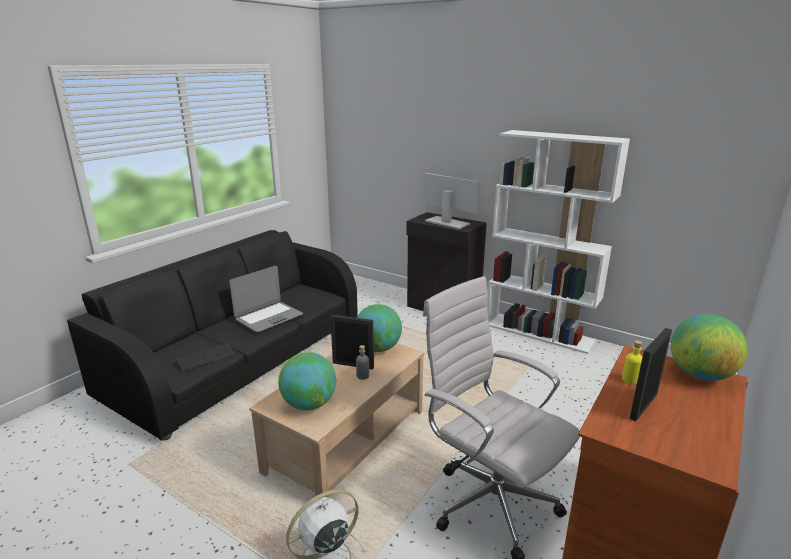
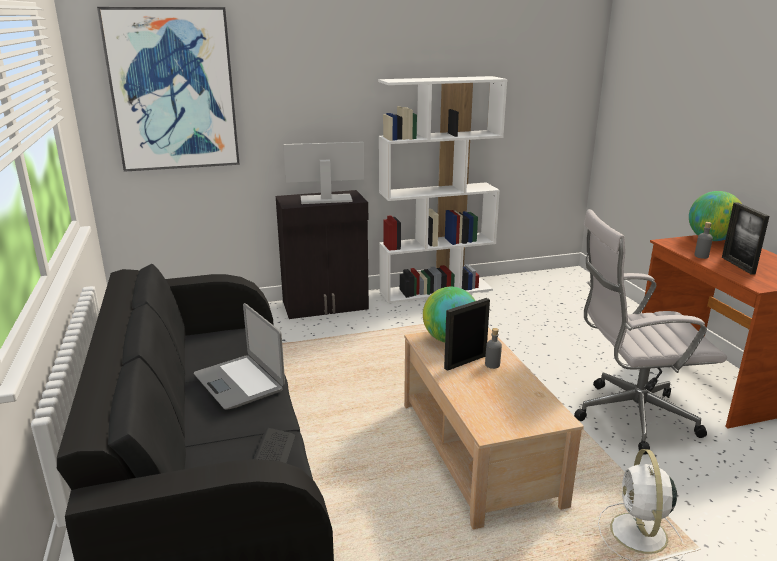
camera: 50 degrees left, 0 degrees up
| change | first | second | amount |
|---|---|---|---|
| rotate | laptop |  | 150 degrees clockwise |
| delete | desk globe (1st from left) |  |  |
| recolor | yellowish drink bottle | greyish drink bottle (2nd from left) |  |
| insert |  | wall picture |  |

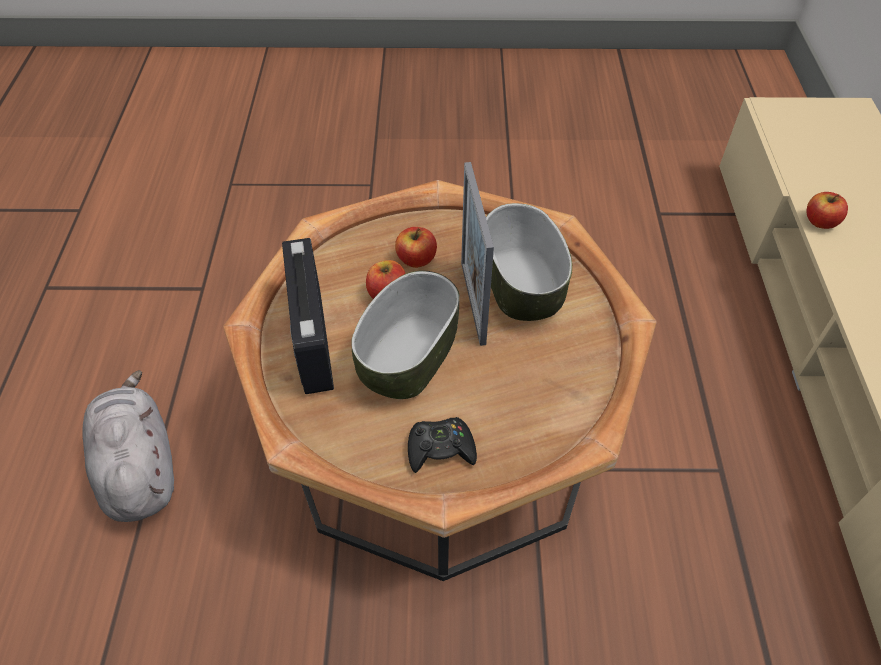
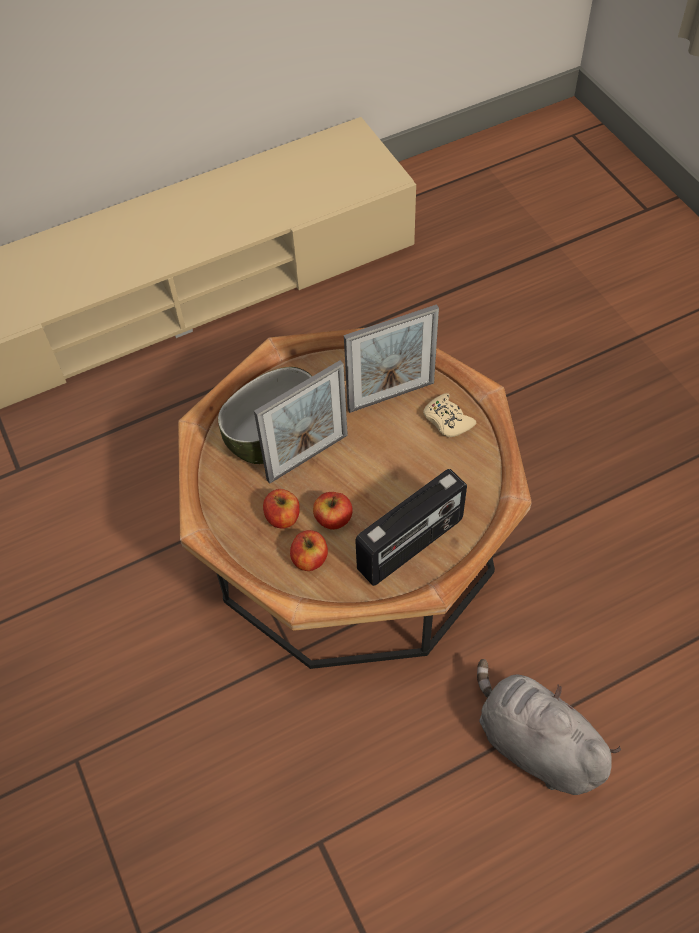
camera: 115 degrees left, 5 degrees up
| change | first | second | amount |
|---|---|---|---|
| rotate | greyish cuddly toy |  | 90 degrees clockwise |
| delete | serving bowl (1st from left) |  |  |
| recolor | black-coloured gamepad | beige-coloured gamepad |  |
| move | apple (3rd from left in the first image) | apple (2nd from left) |  |
| insert |  | standing frame (2nd from left) |  |

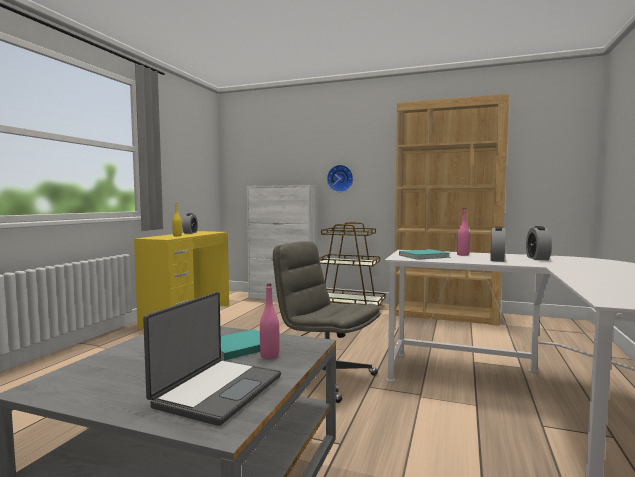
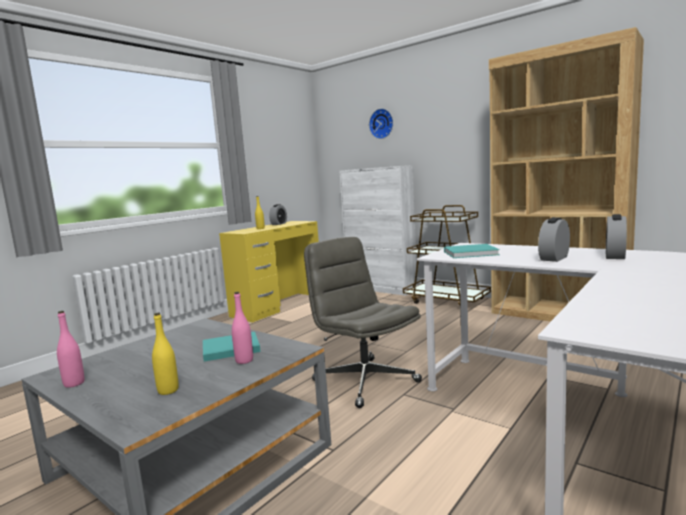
camera: 20 degrees right, 5 degrees up
| change | first | second | amount |
|---|---|---|---|
| replace | laptop | yellowish drink bottle (1st from left) |  |
| move | clock on the wall |  |  |
| move | pink drink bottle (2nd from left in the first image) | pink drink bottle (1st from left) |  |

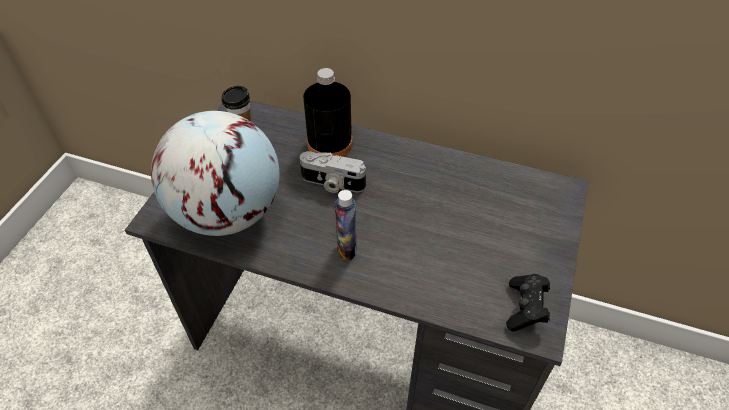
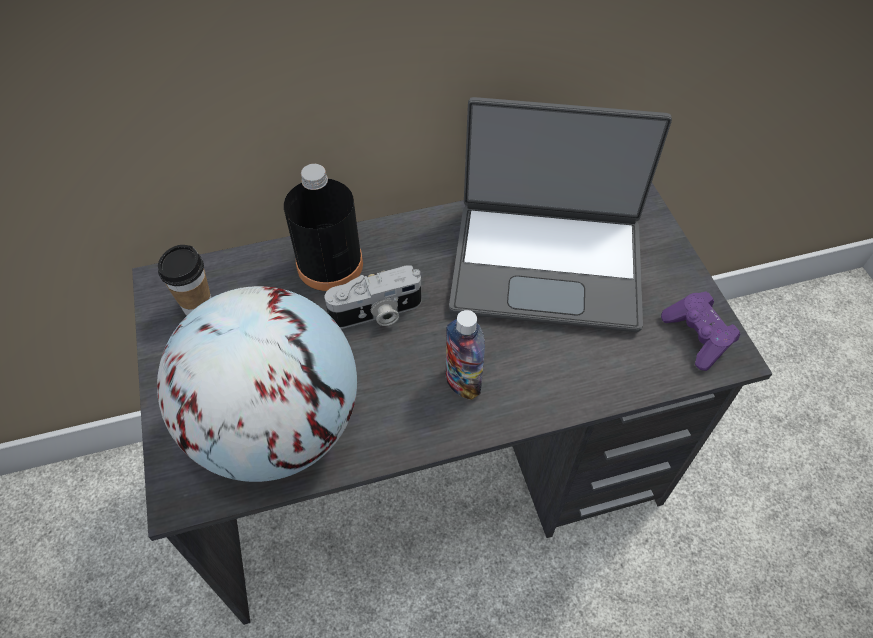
camera: 35 degrees left, 5 degrees up
| change | first | second | amount |
|---|---|---|---|
| recolor | black-coloured gamepad | purplish gamepad |  |
| insert |  | laptop |  |

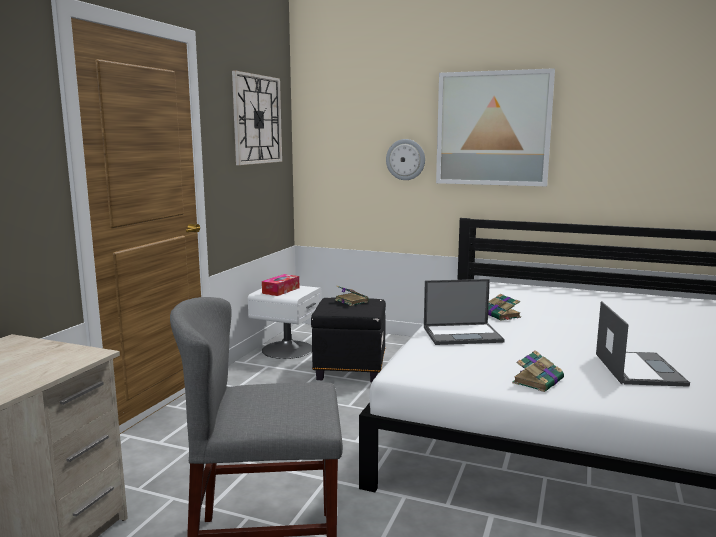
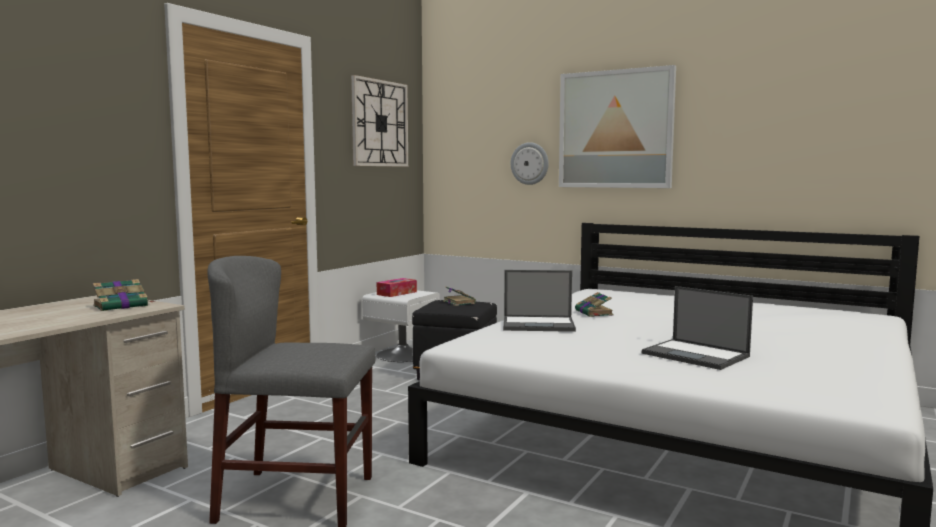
camera: 10 degrees right, 5 degrees down
| change | first | second | amount |
|---|---|---|---|
| move | bound book (3rd from left in the first image) | bound book (1st from left) |  |
| rotate | laptop (2nd from left) |  | 120 degrees clockwise |

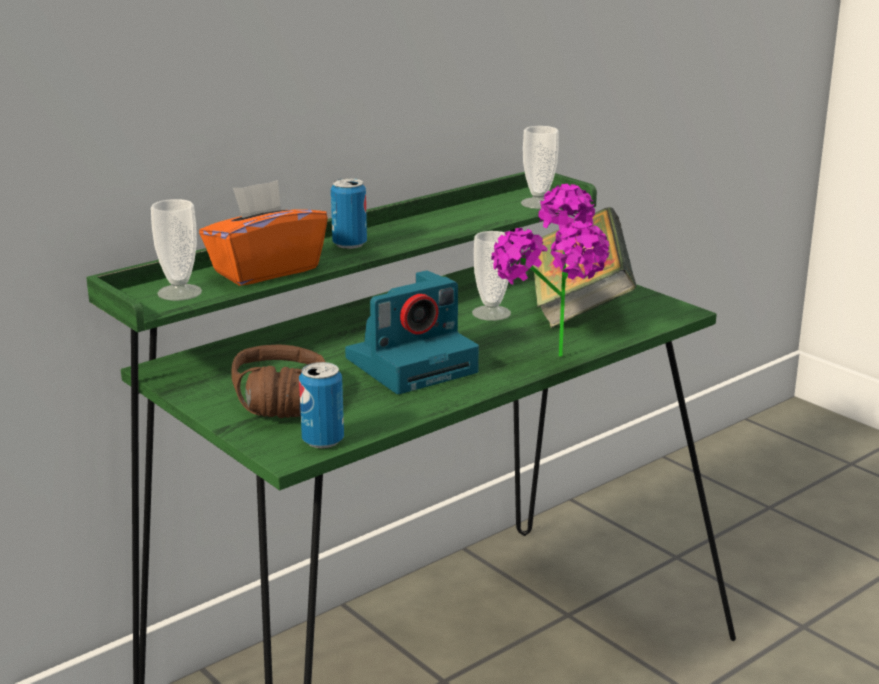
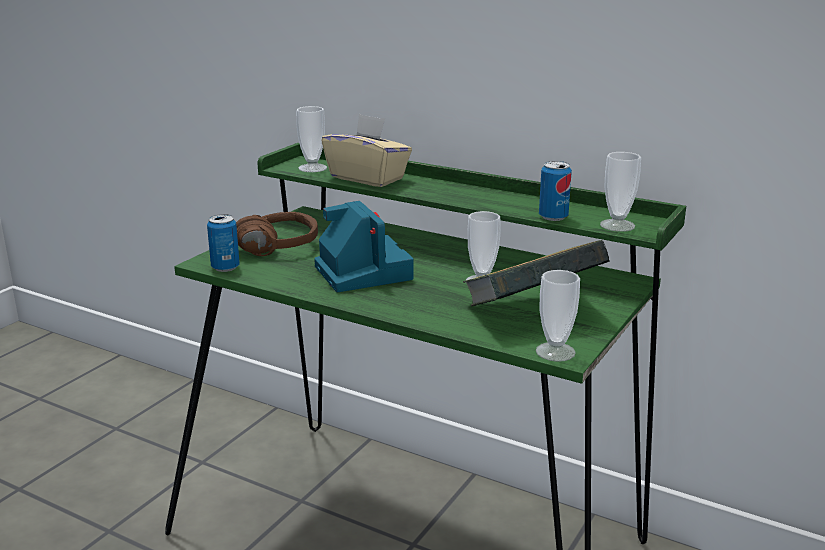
camera: 70 degrees right, 0 degrees up
| change | first | second | amount |
|---|---|---|---|
| recolor | orange tissue box | beige-coloured tissue box |  |
| move | metal can (2nd from left) |  |  |
| rotate | photo camera |  | 150 degrees counterclockwise |
| delete | plant in a pot |  |  |
| insert |  | small cup (3rd from left) |  |

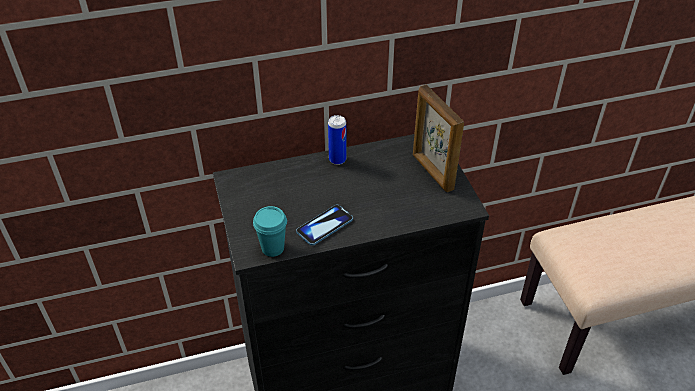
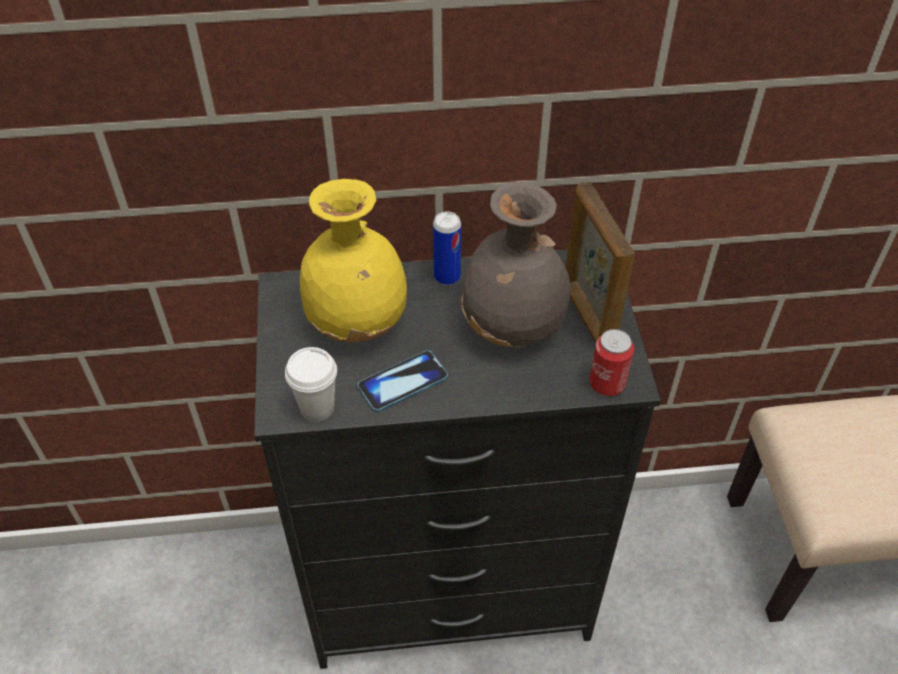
camera: 10 degrees right, 5 degrees up
| change | first | second | amount |
|---|---|---|---|
| recolor | blue-green small cup | white-coloured small cup |  |
| insert |  | yellowish vase |  |
| insert |  | greyish vase |  |
| insert |  | metal can (2nd from left) |  |

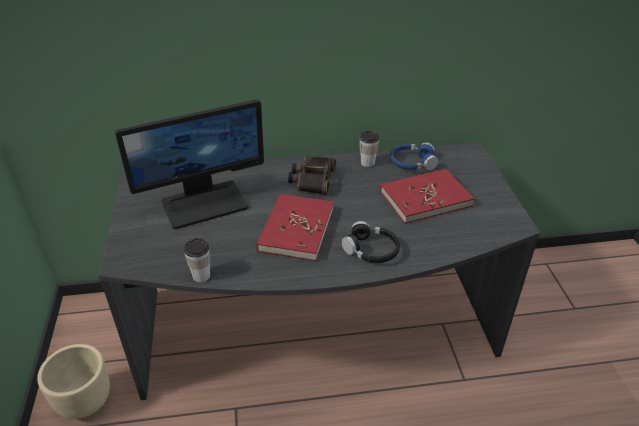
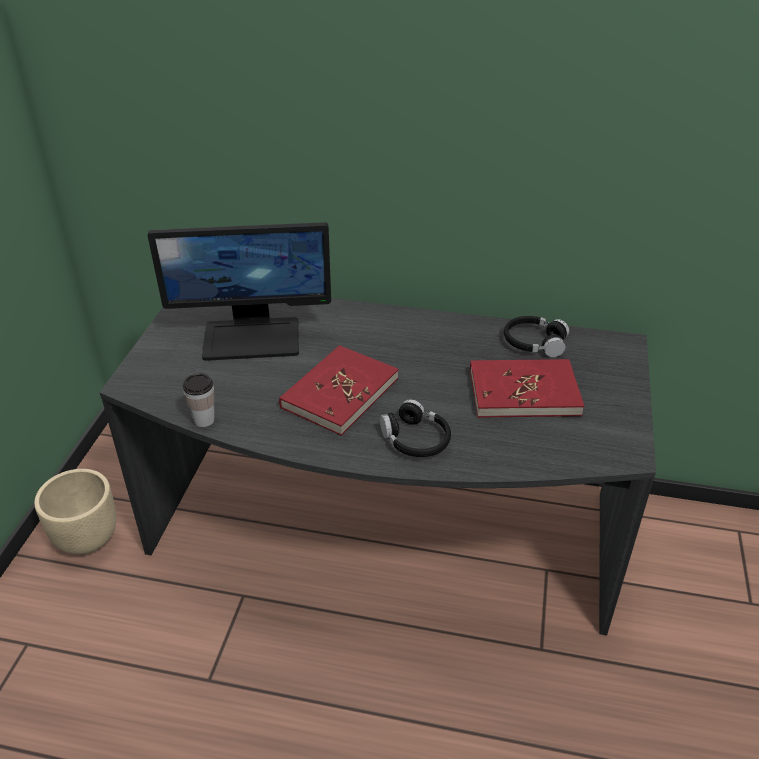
camera: 20 degrees right, 0 degrees up
| change | first | second | amount |
|---|---|---|---|
| delete | binoculars |  |  |
| delete | small cup (2nd from left) |  |  |
| recolor | blue headphones | black-coloured headphones (2nd from left) |  |

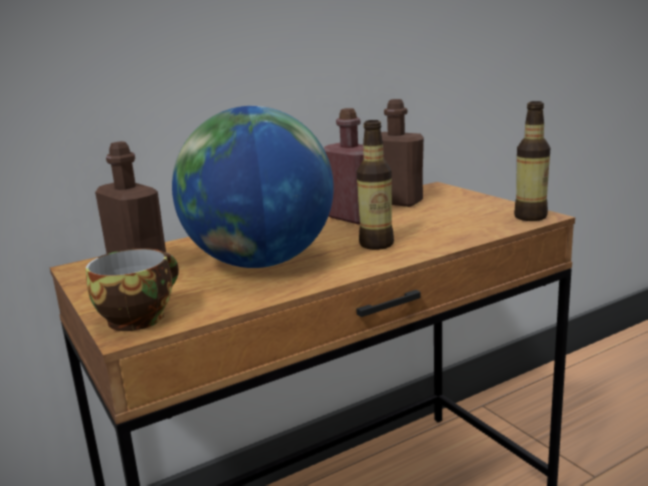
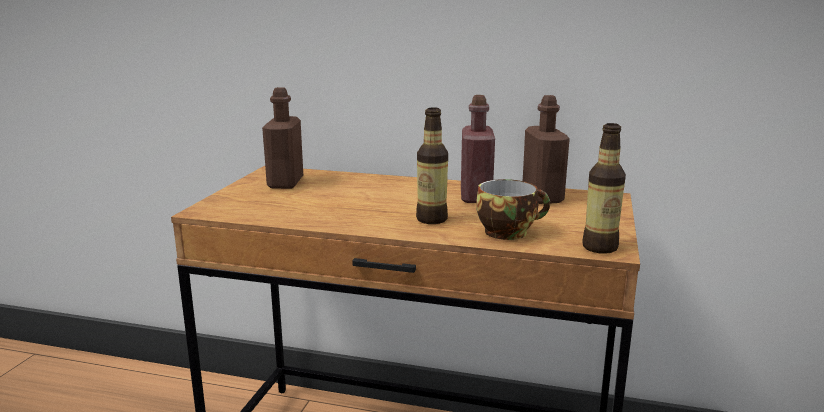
camera: 45 degrees right, 0 degrees up
| change | first | second | amount |
|---|---|---|---|
| move | small cup |  |  |
| delete | desk globe |  |  |

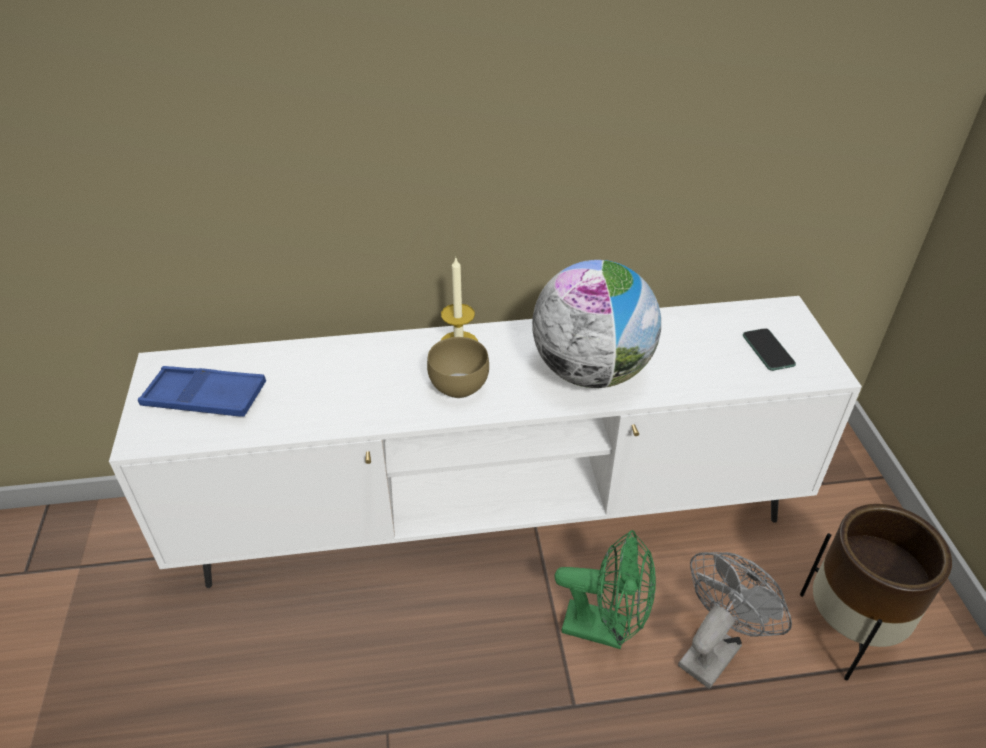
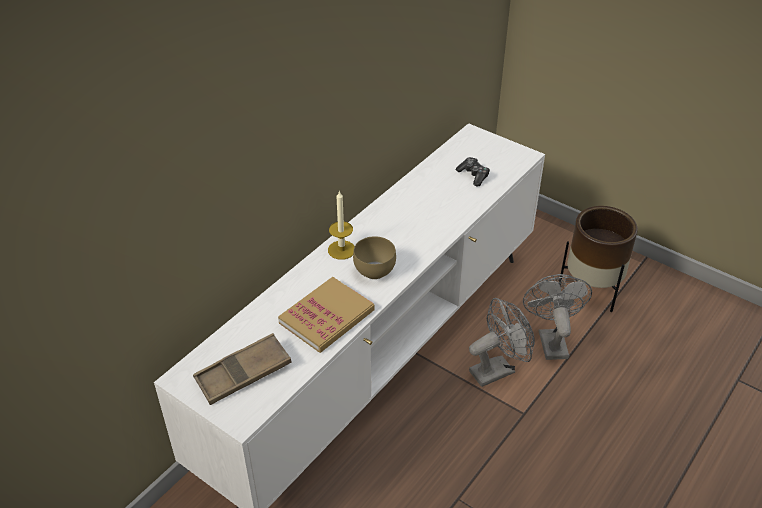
camera: 45 degrees left, 0 degrees up
| change | first | second | amount |
|---|---|---|---|
| recolor | blue tray | brownish tray |  |
| delete | desk globe |  |  |
| recolor | green electric fan | greyish electric fan (1st from left) |  |
| delete | handset |  |  |
| insert |  | bound book |  |
| insert |  | gamepad |  |

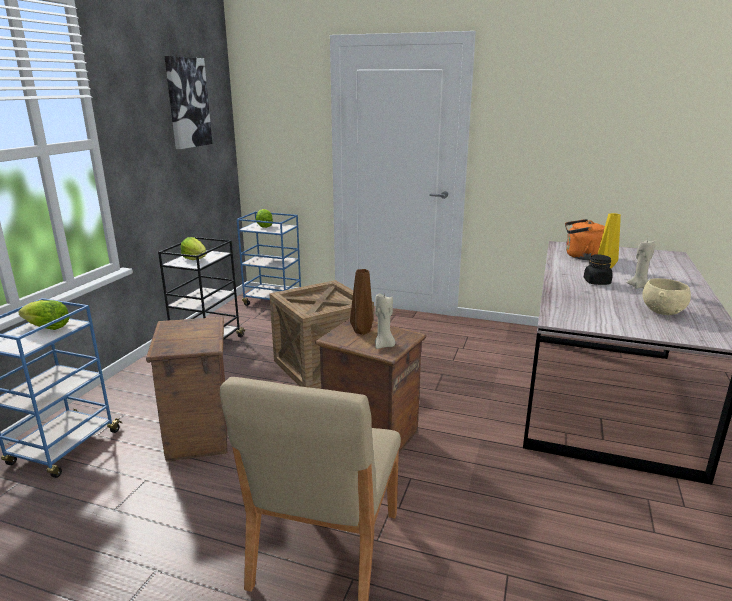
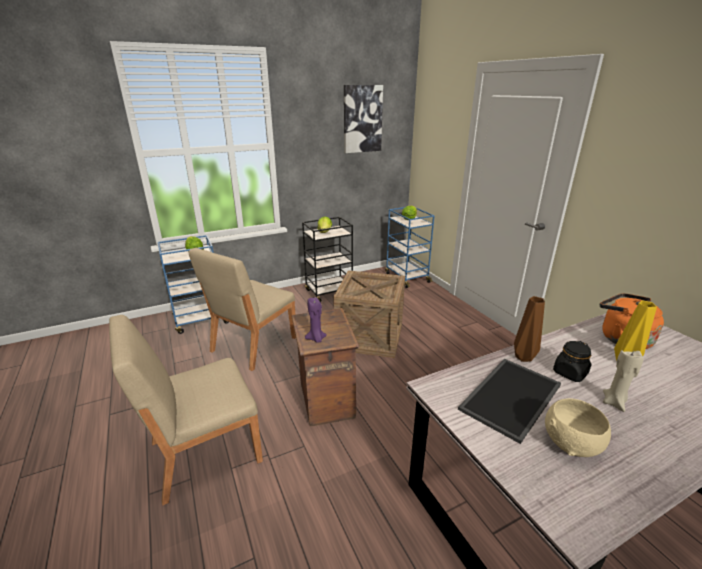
camera: 45 degrees right, 5 degrees up
| change | first | second | amount |
|---|---|---|---|
| replace | crate (1st from left) | beige-coloured plain chair (2nd from left) |  |
| move | brownish vase |  |  |
| recolor | beige-coloured wax candle (1st from left) | purplish wax candle |  |
| insert |  | tray |  |

